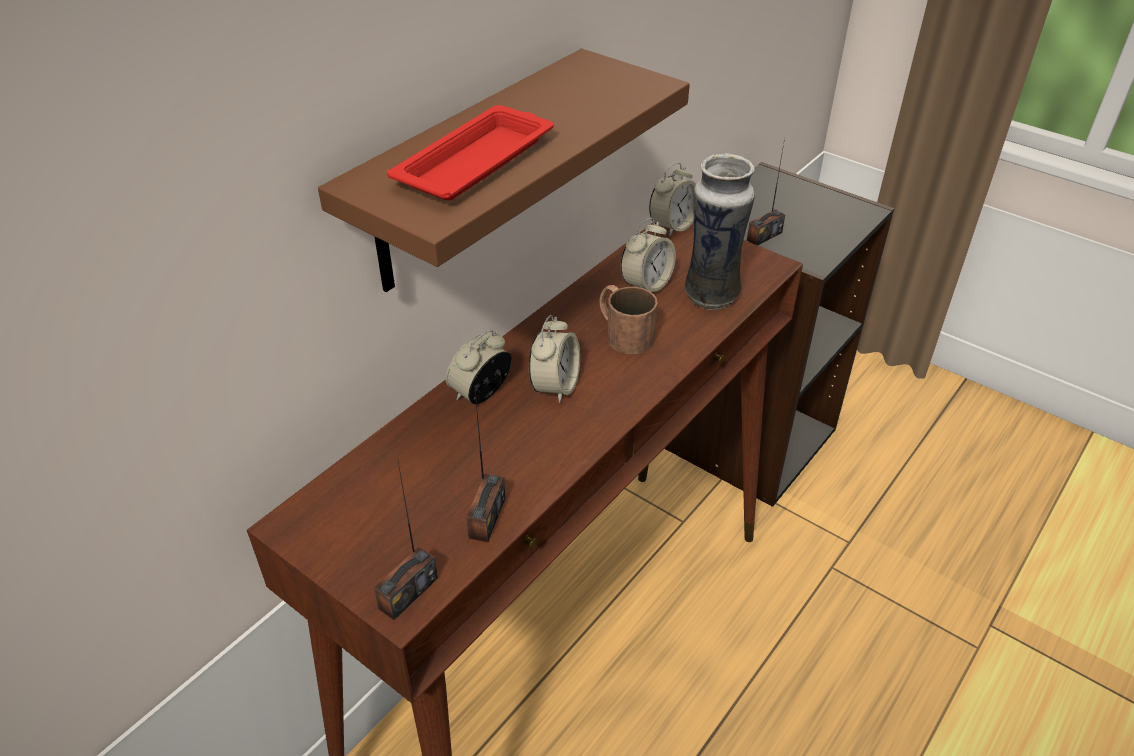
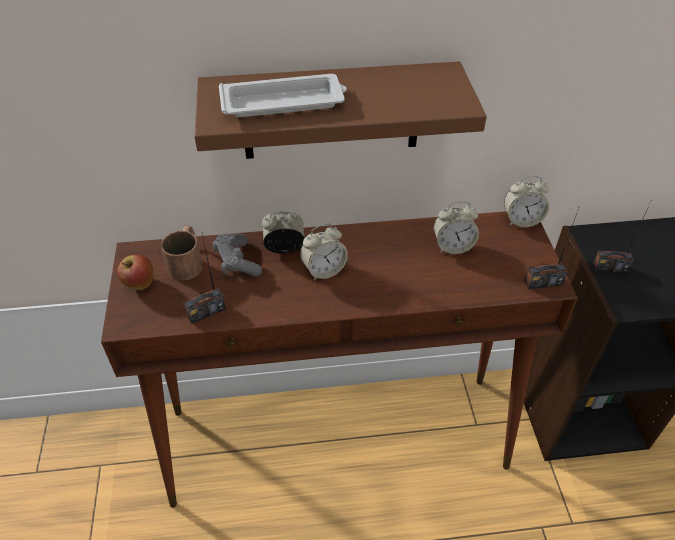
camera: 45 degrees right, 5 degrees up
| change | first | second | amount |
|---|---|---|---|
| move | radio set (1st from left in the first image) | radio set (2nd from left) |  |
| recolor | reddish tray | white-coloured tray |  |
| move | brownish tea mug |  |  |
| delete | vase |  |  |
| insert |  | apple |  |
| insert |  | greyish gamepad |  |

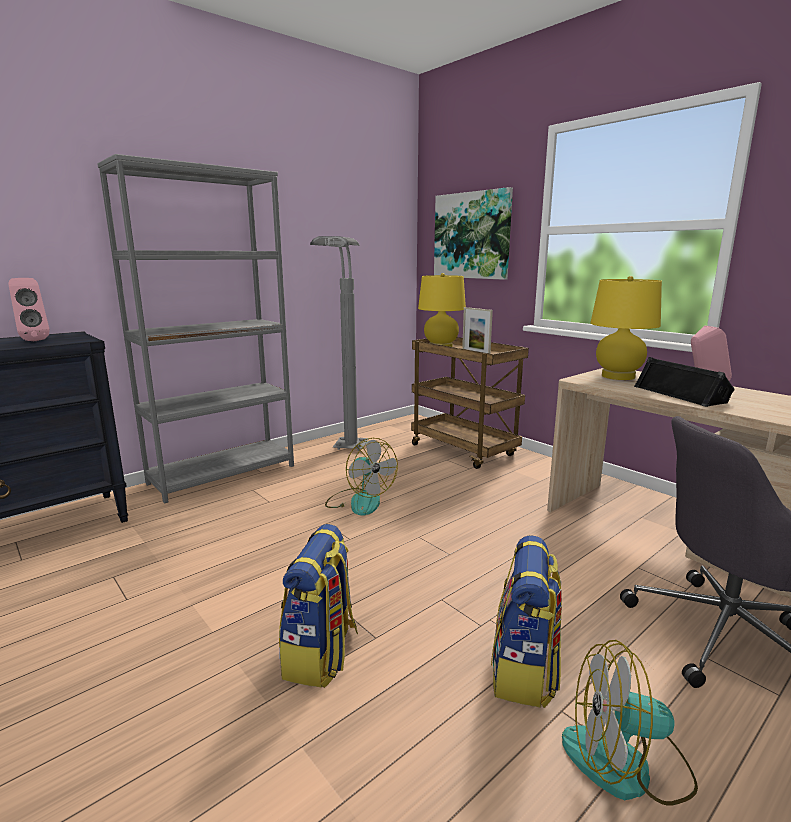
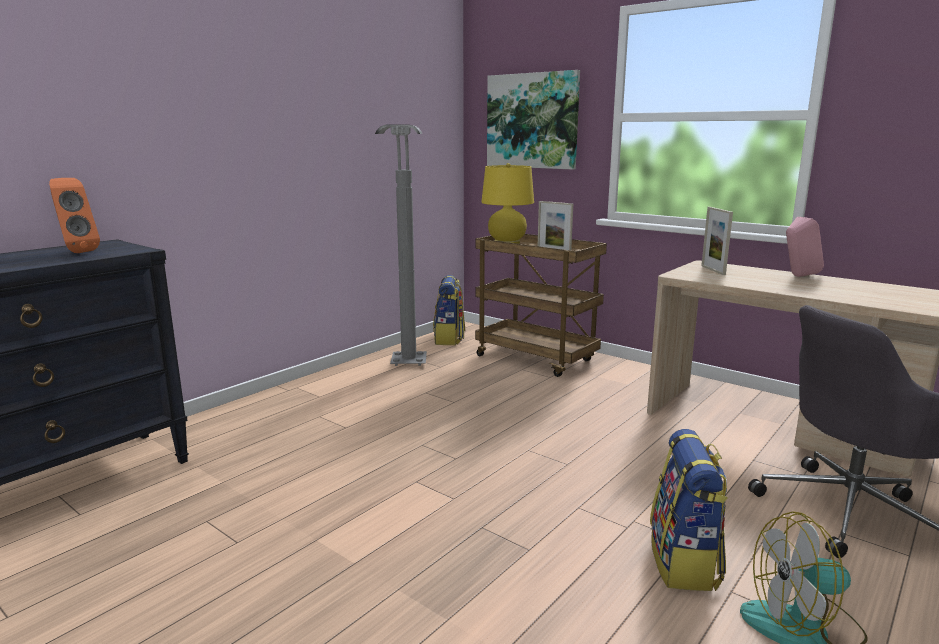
camera: 10 degrees left, 0 degrees up
| change | first | second | amount |
|---|---|---|---|
| recolor | pink speaker (1st from left) | orange speaker |  |
| delete | greyish bookcase |  |  |
| move | rucksack (1st from left) |  |  |
| delete | electric fan (1st from left) |  |  |
| replace | yellowish table lamp (2nd from left) | standing frame (2nd from left) |  |
| delete | black-coloured speaker |  |  |

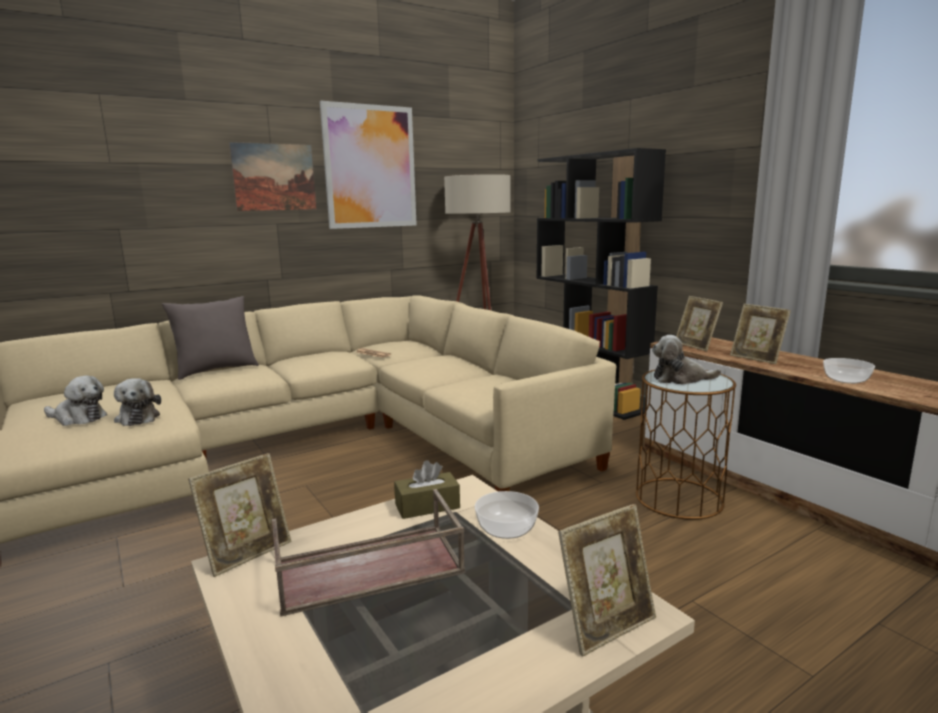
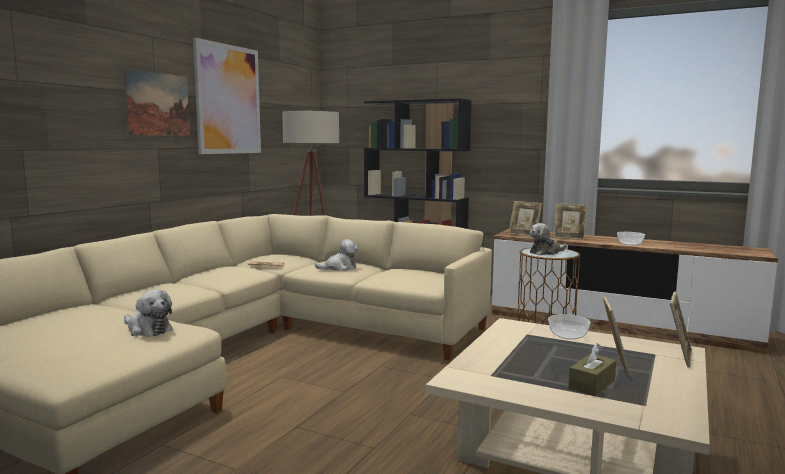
camera: 30 degrees left, 5 degrees down
| change | first | second | amount |
|---|---|---|---|
| move | cuddly toy (1st from left in the first image) | cuddly toy (2nd from left) |  |
| delete | greyish cushion |  |  |
| move | standing frame (1st from left in the first image) | standing frame (3rd from left) |  |
| delete | brownish tray |  |  |
| move | brownish tissue box |  |  |

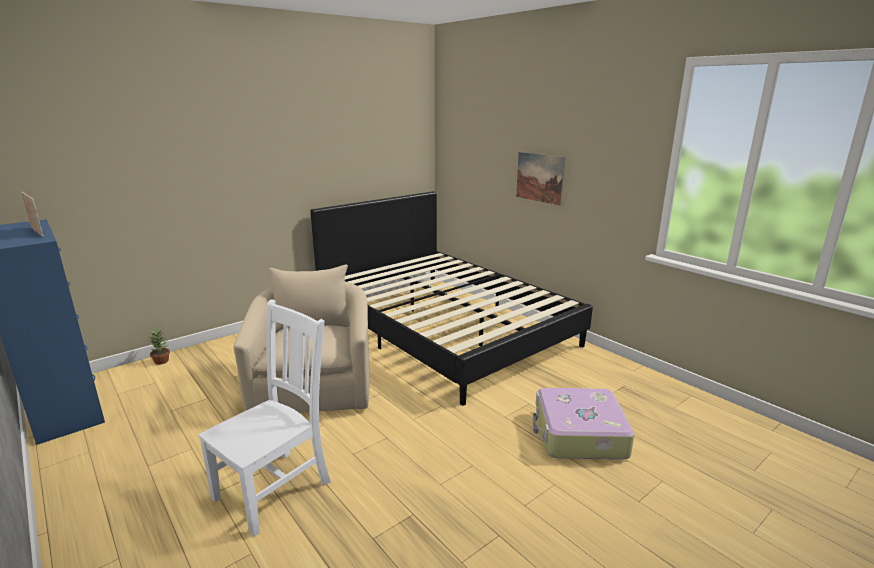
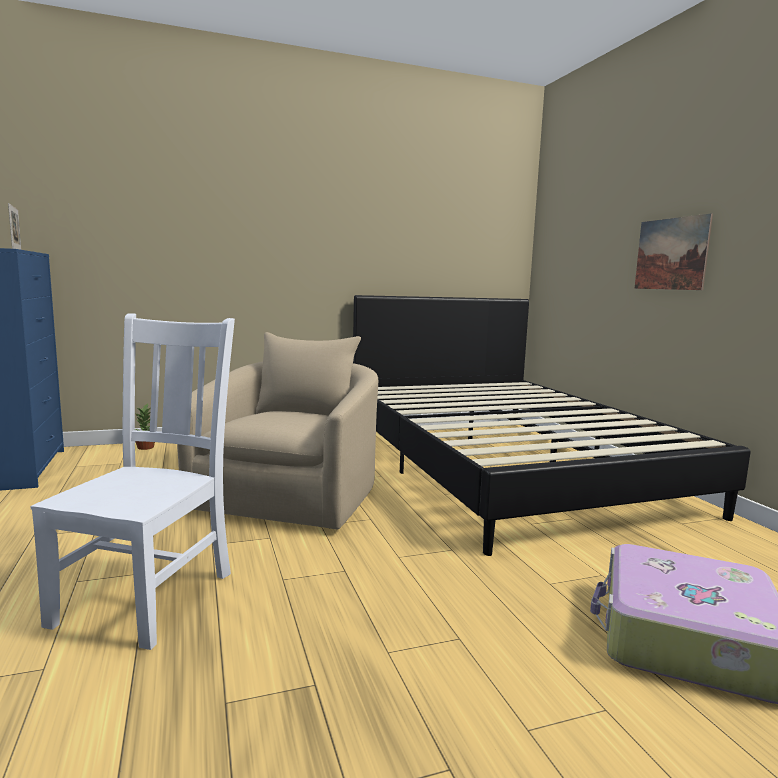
camera: 20 degrees right, 10 degrees down
| change | first | second | amount |
|---|---|---|---|
| rotate | white-coloured plain chair |  | 45 degrees counterclockwise |

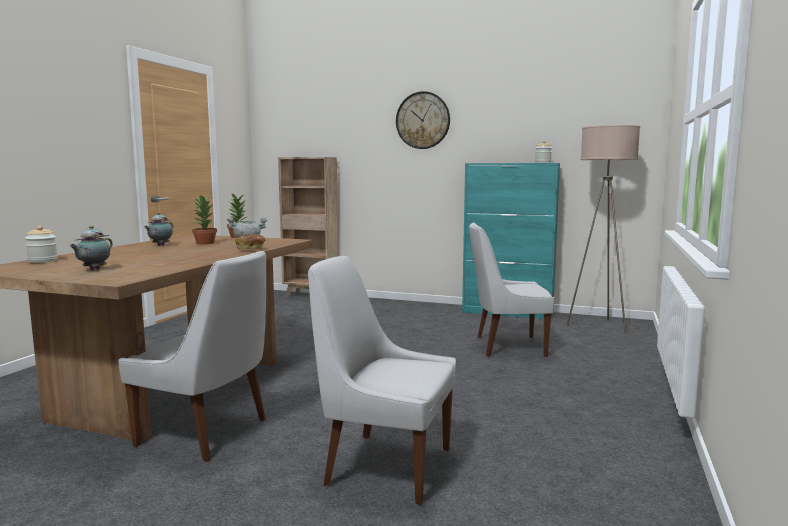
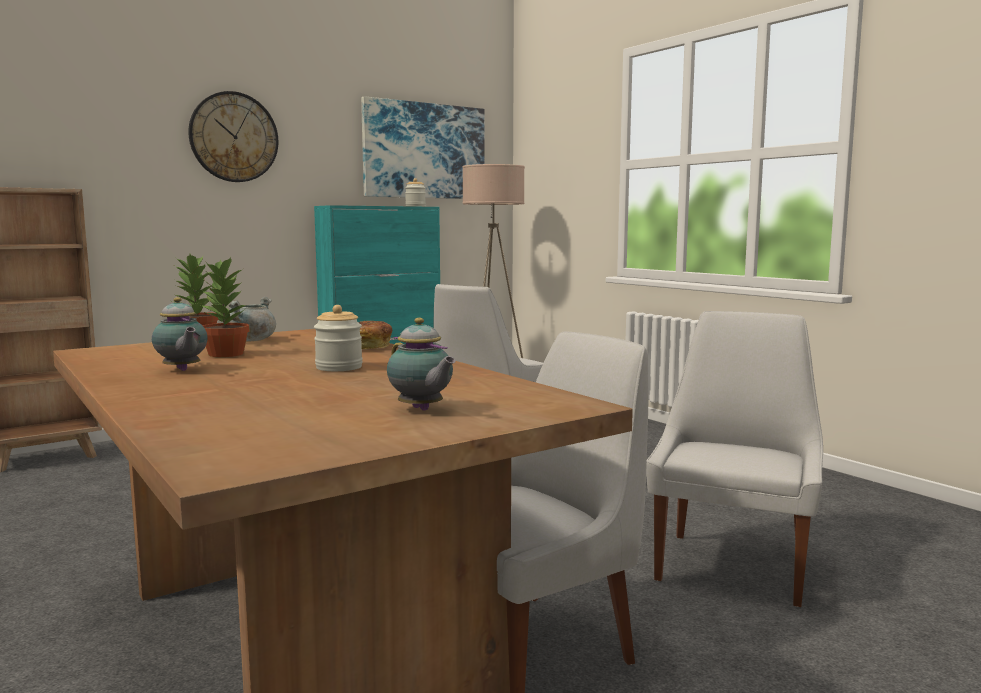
camera: 55 degrees left, 0 degrees up
| change | first | second | amount |
|---|---|---|---|
| move | storage jar (1st from left) |  |  |
| rotate | white-coloured plain chair (2nd from left in the first image) | white-coloured plain chair (3rd from left) | 150 degrees clockwise |
| insert |  | wall picture |  |

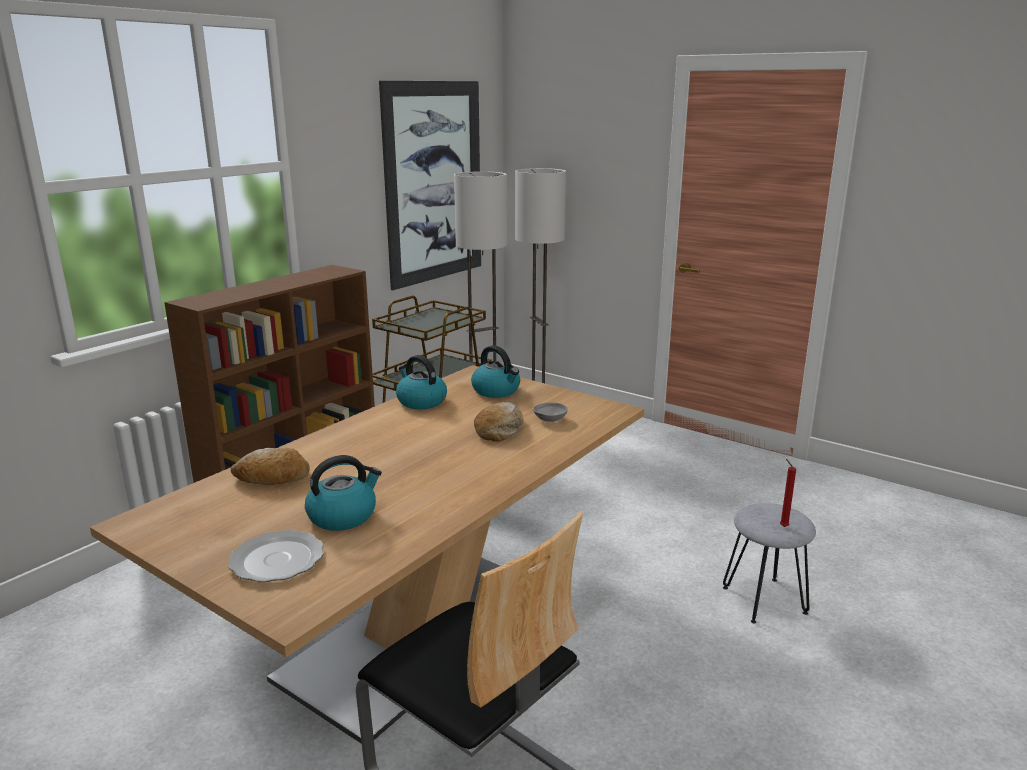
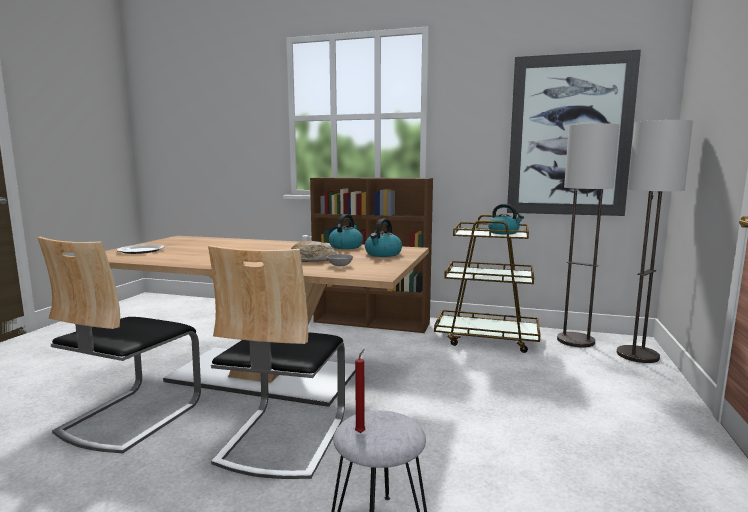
camera: 70 degrees right, 10 degrees down
| change | first | second | amount |
|---|---|---|---|
| delete | baked bread (1st from left) |  |  |
| move | kettle (1st from left in the first image) | kettle (3rd from left) |  |
| insert |  | plain chair (2nd from left) |  |

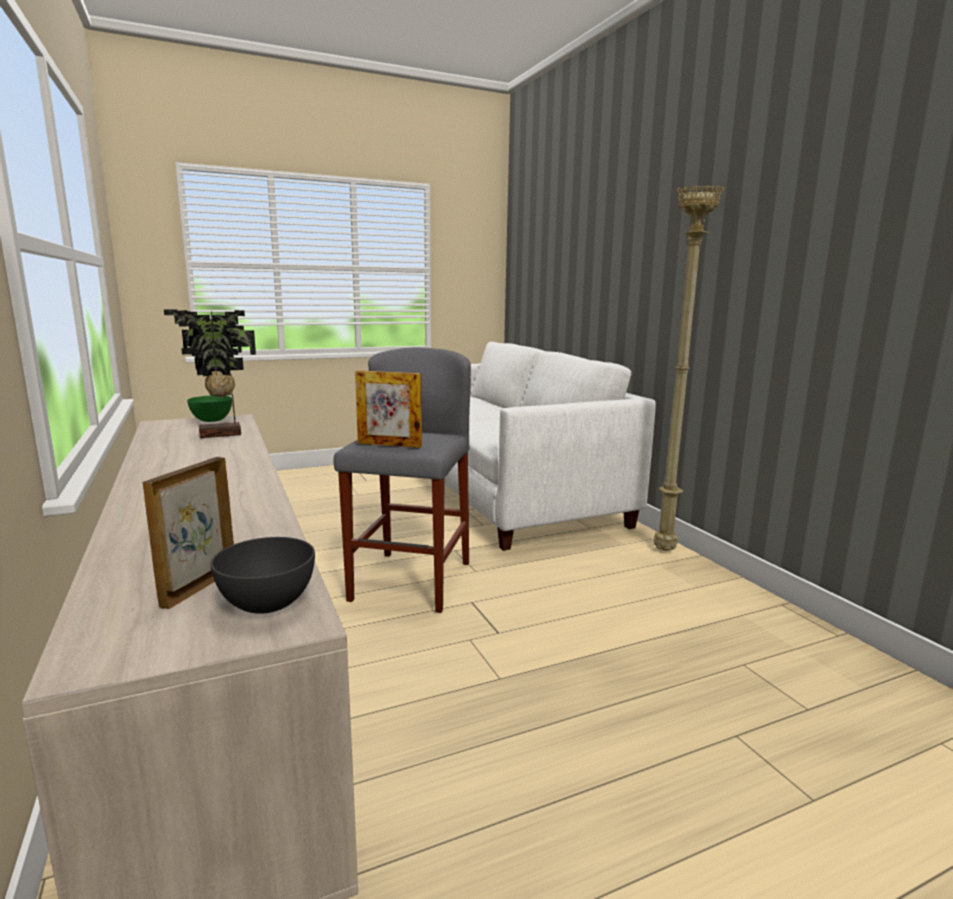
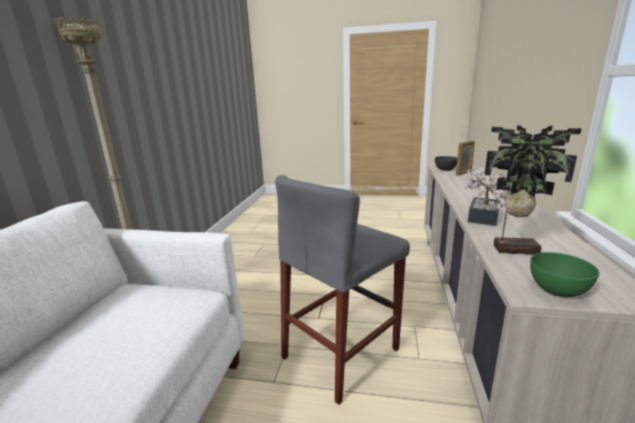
camera: 145 degrees left, 5 degrees up
| change | first | second | amount |
|---|---|---|---|
| delete | standing frame (2nd from left) |  |  |
| insert |  | plant in a pot (1st from left) |  |

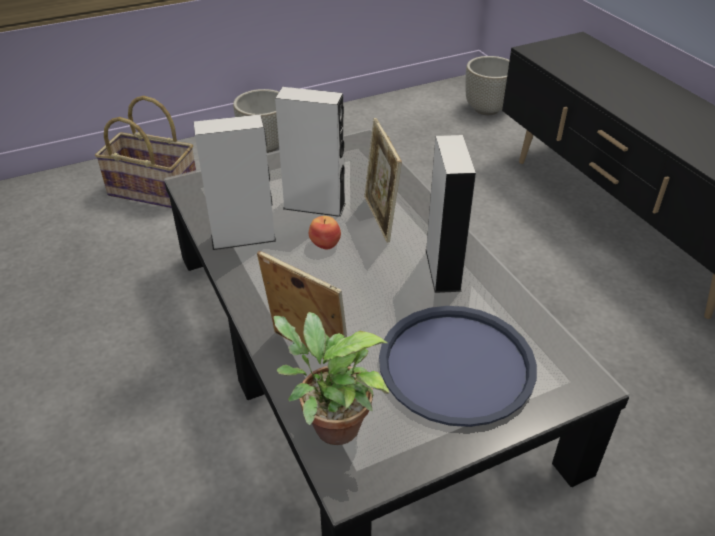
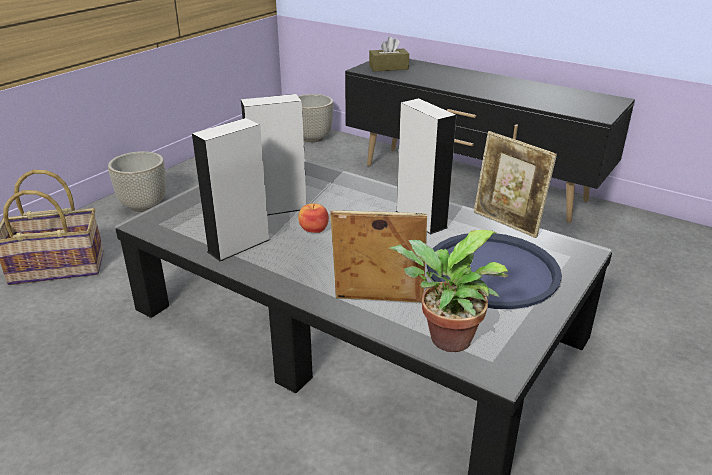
camera: 30 degrees left, 10 degrees down
| change | first | second | amount |
|---|---|---|---|
| move | standing frame (2nd from left) |  |  |
| insert |  | brownish tissue box |  |

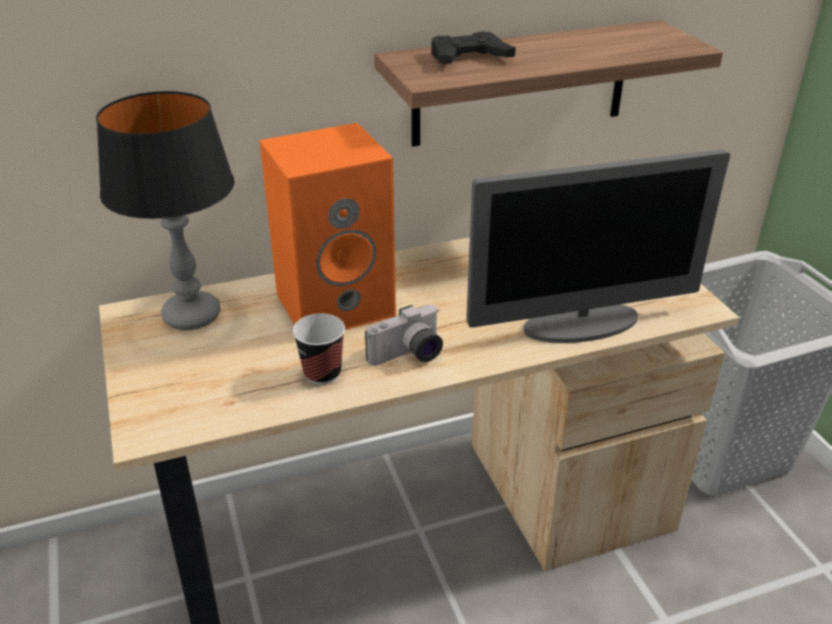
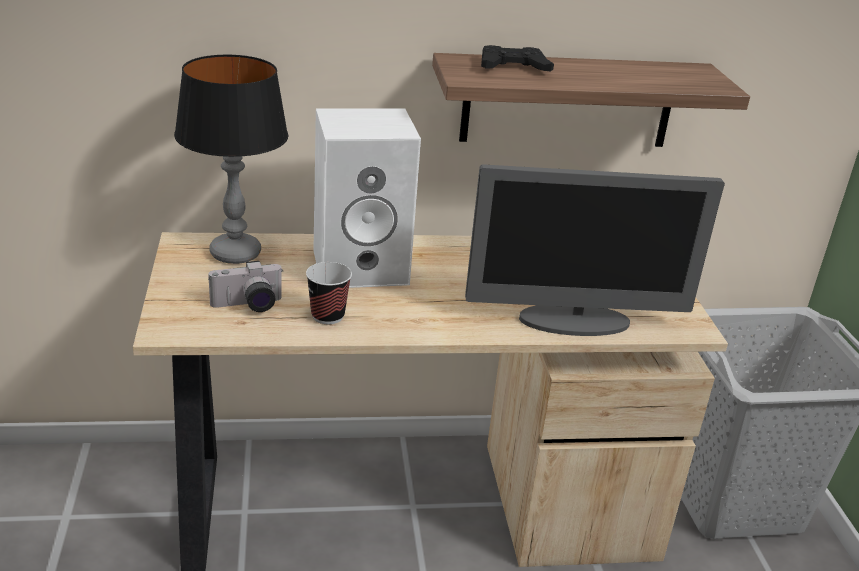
camera: 10 degrees right, 5 degrees down
| change | first | second | amount |
|---|---|---|---|
| recolor | orange speaker | white-coloured speaker |  |
| move | photo camera |  |  |

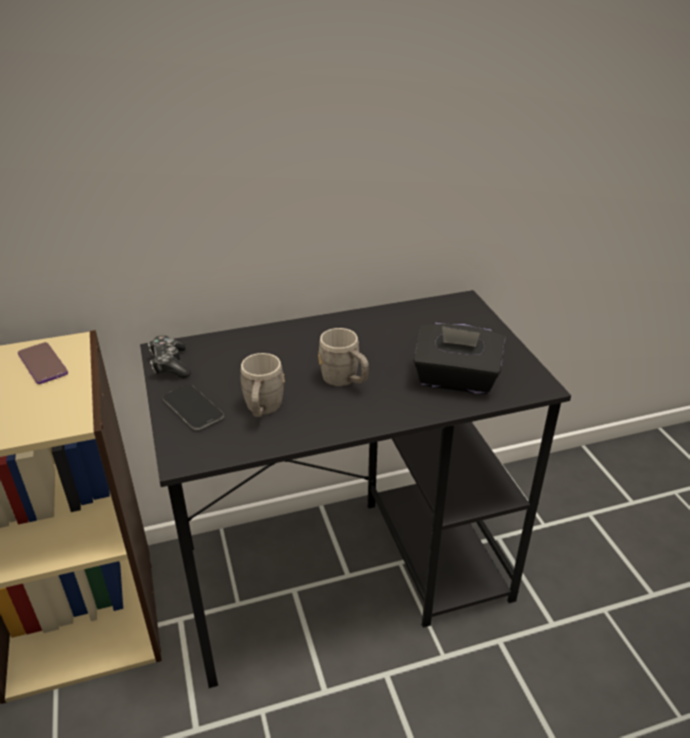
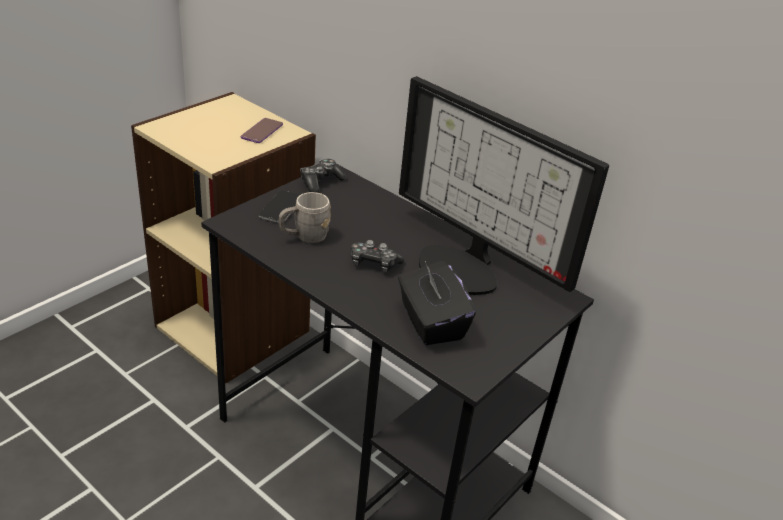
camera: 55 degrees right, 0 degrees up
| change | first | second | amount |
|---|---|---|---|
| replace | greyish tea mug (2nd from left) | gamepad (2nd from left) |  |
| insert |  | monitor |  |

